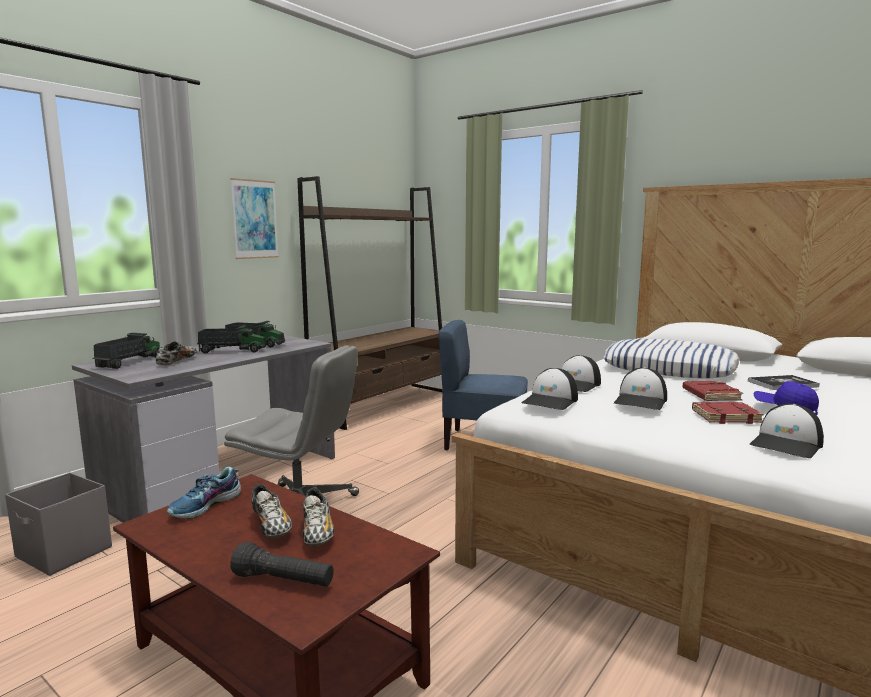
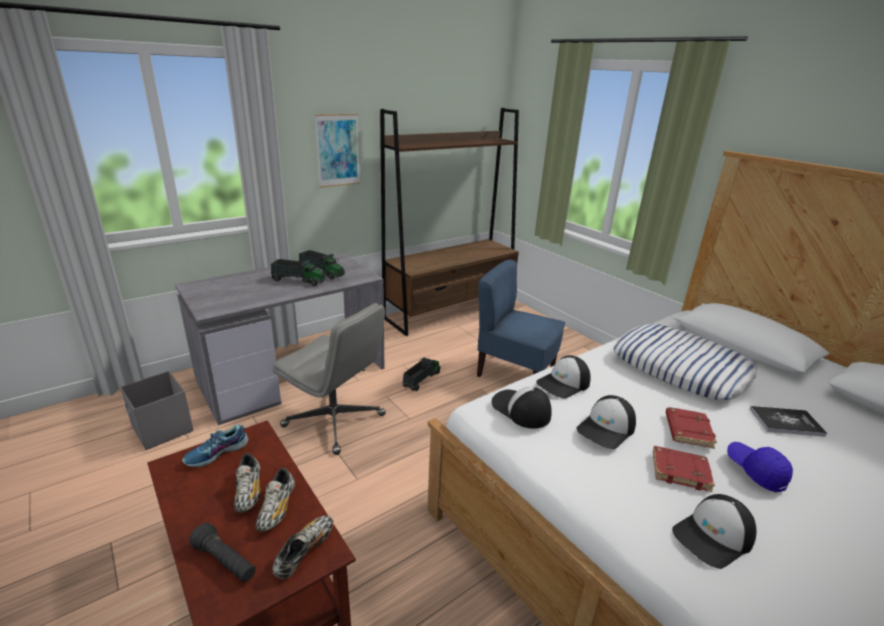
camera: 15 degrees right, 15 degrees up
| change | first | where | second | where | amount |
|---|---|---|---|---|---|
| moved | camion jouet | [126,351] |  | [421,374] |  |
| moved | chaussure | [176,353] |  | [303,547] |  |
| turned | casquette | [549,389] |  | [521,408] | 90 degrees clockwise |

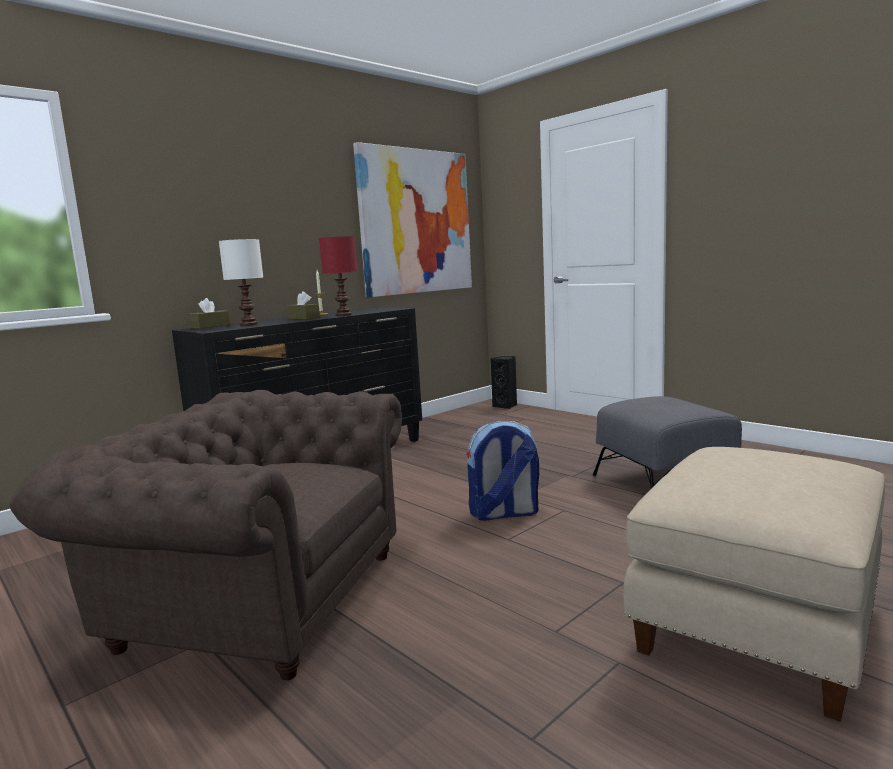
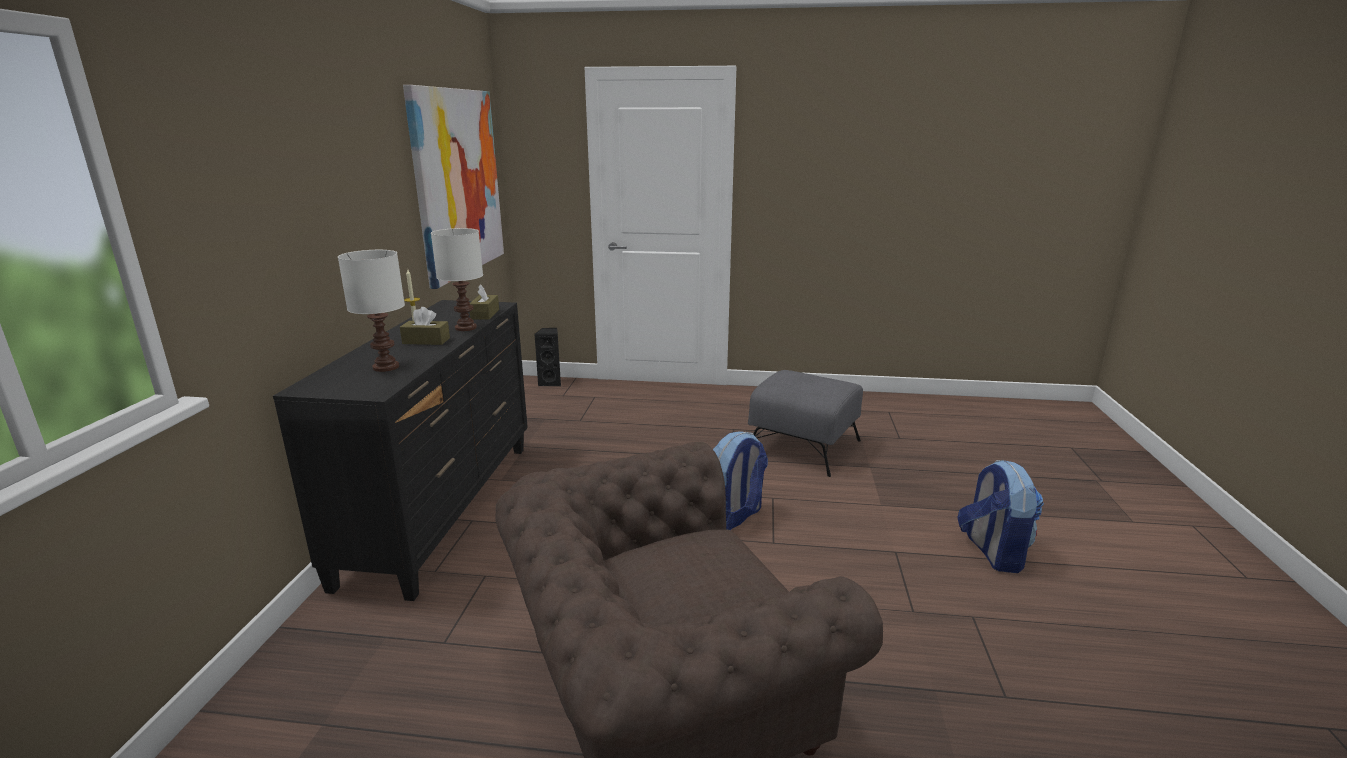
camera: 40 degrees left, 10 degrees up
| change | first | where | second | where | amount |
|---|---|---|---|---|---|
| moved | boîte à mouchoirs (marron) | [209,313] |  | [484,302] |  |
| replaced | pouf (beige) | [754,584] | sac à dos | [1000,516] |  |
| recoloured | lampe de table (rouge) | [338,276] | lampe de table (blanc) | [457,279] |  |

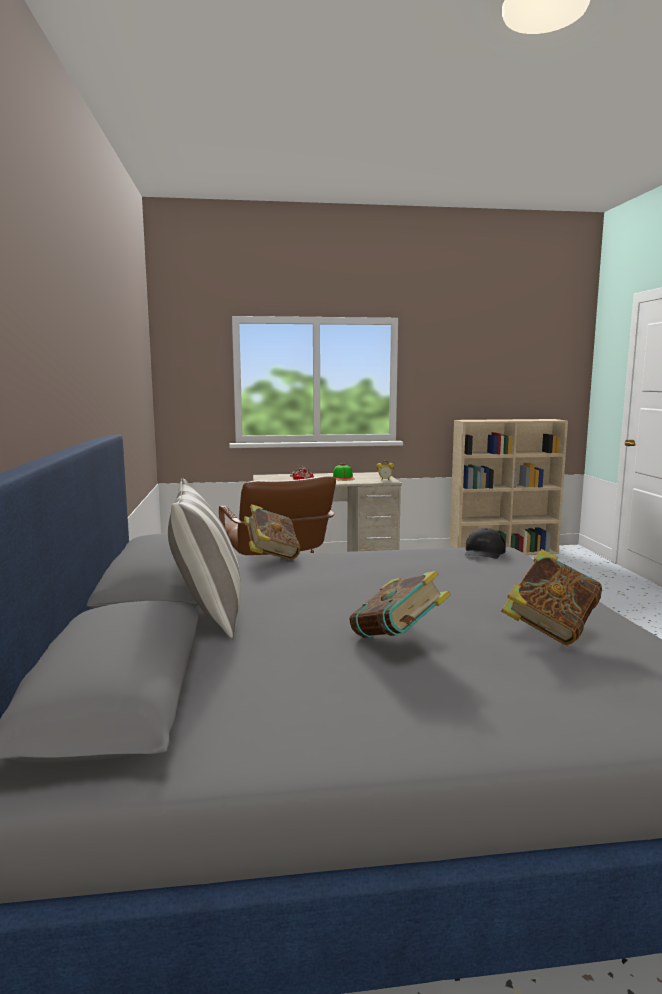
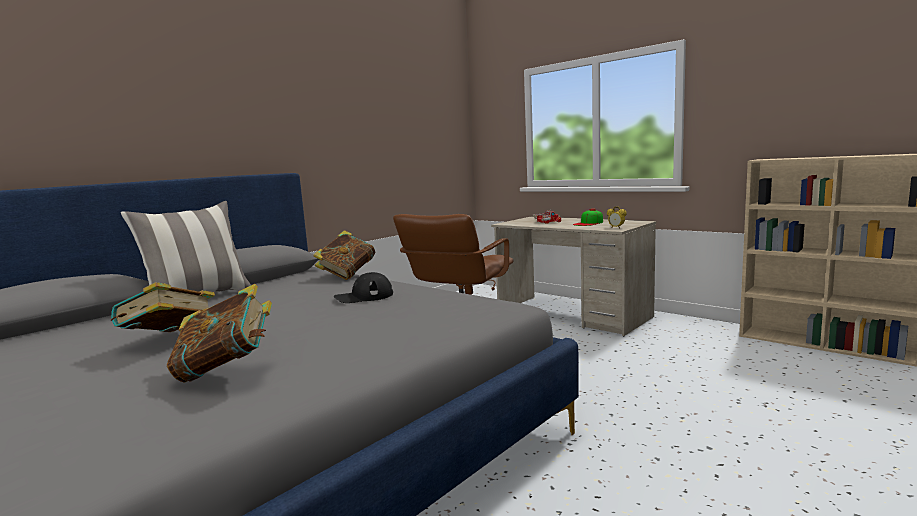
camera: 50 degrees right, 0 degrees up
| change | first | where | second | where | amount |
|---|---|---|---|---|---|
| moved | casquette (noir) | [485,543] |  | [363,287] |  |

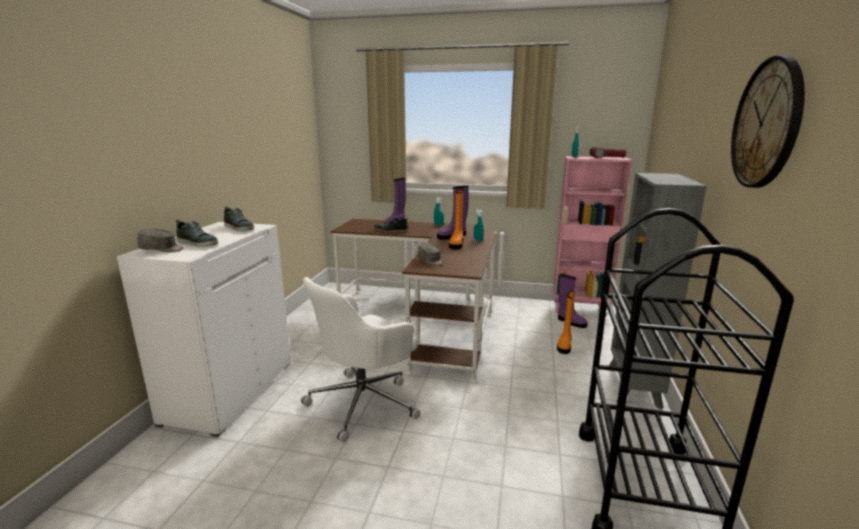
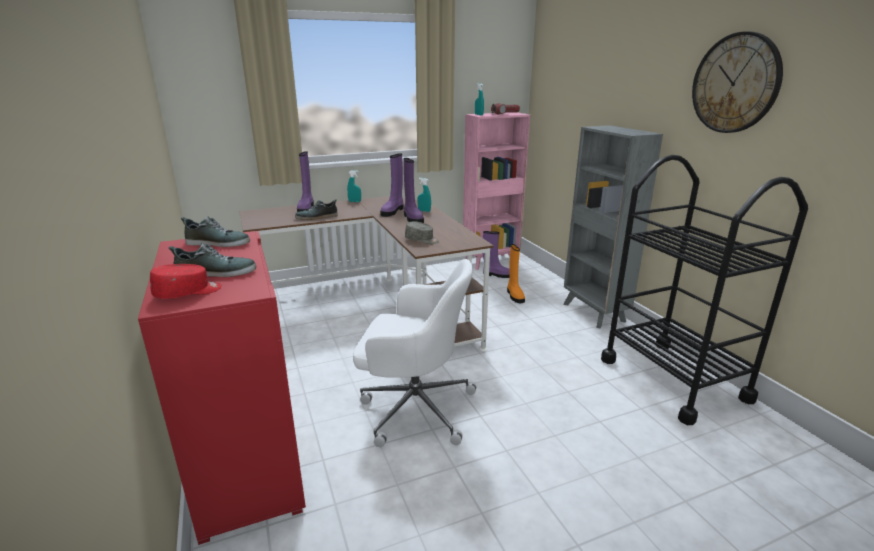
camera: 35 degrees left, 5 degrees up
| change | first | where | second | where | amount |
|---|---|---|---|---|---|
| recoloured | meuble de rangement (blanc) | [204,329] | meuble de rangement (rouge) | [222,388] |  |
| recoloured | casquette (gris) | [161,240] | casquette (rouge) | [186,281] |  |
| recoloured | botte (orange) | [456,219] | botte (violet) | [414,190] |  |
| turned | chaise de bureau (blanc) | [361,359] |  | [414,353] | 90 degrees counterclockwise |

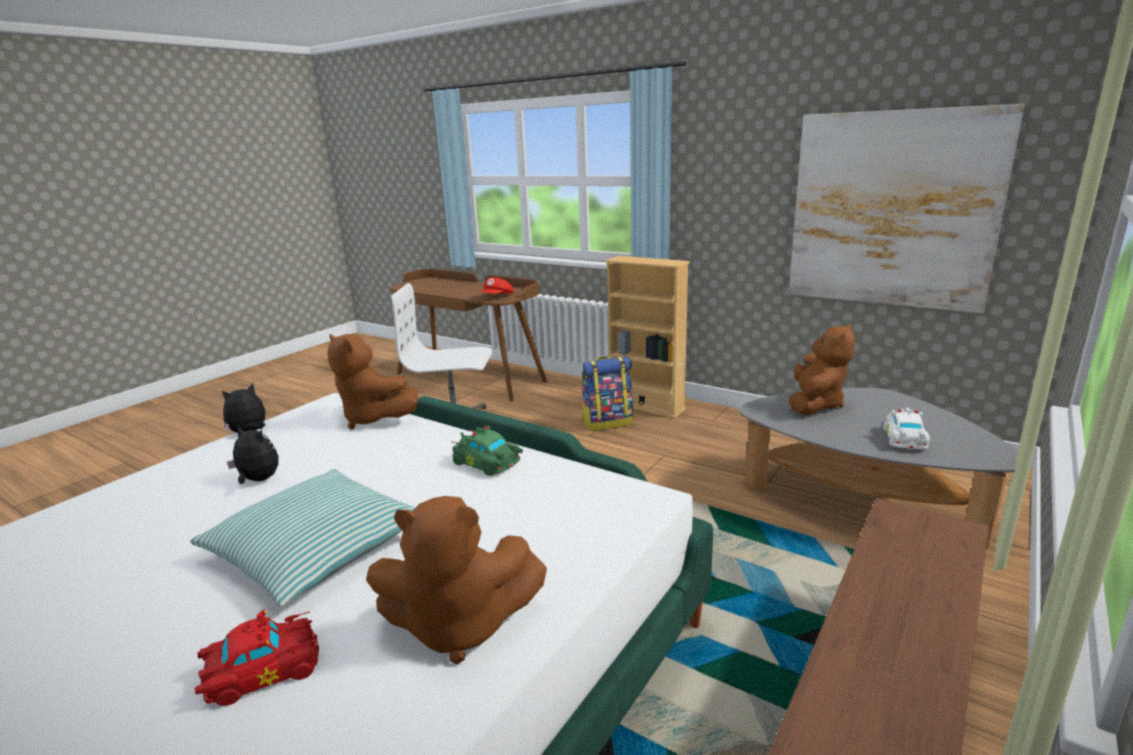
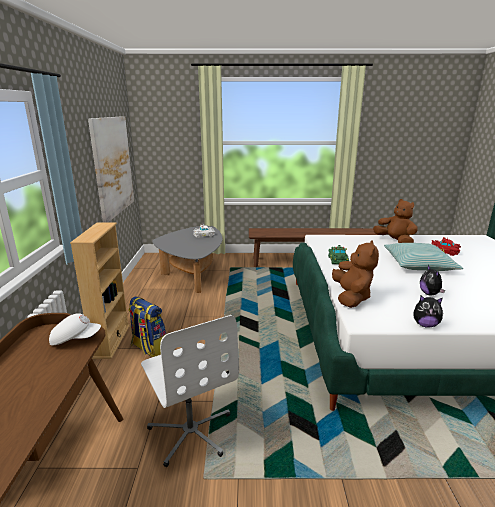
camera: 125 degrees left, 0 degrees up
| change | first | where | second | where | amount |
|---|---|---|---|---|---|
| removed | peluche (marron) | [821,369] |  |  |  |
| recoloured | casquette (rouge) | [497,285] | casquette (blanc) | [75,329] |  |

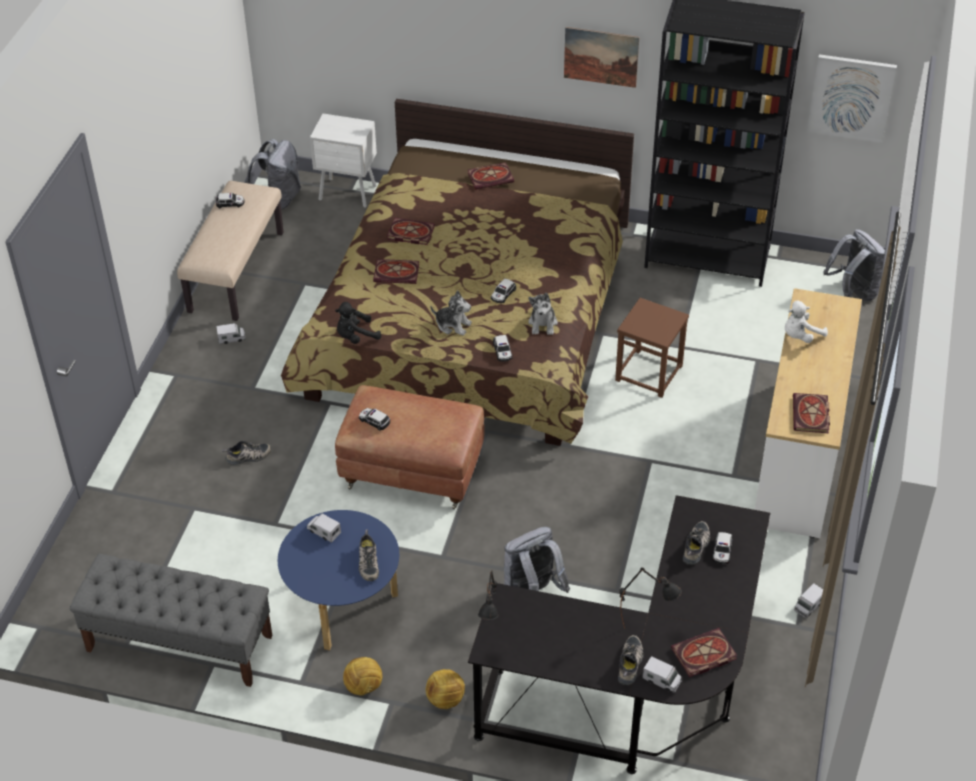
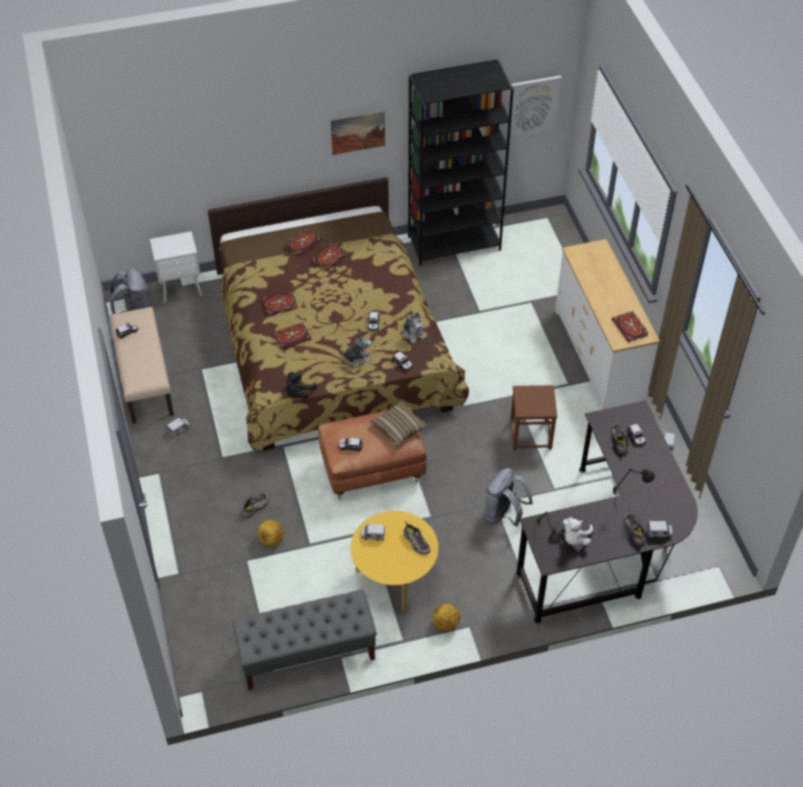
camera: 30 degrees left, 5 degrees up
| change | first | where | second | where | amount |
|---|---|---|---|---|---|
| removed | sac à dos (gris) | [854,265] |  |  |  |
| added |  |  | coussin | [398,423] |  |
| moved | ballon de foot | [445,689] |  | [270,533] |  |
| moved | tabouret (marron) | [652,348] |  | [533,417] |  |
| moved | livre | [704,652] |  | [329,256] |  |
| moved | peluche (blanc) | [806,322] |  | [578,531] |  |
| recoloured | table basse (bleu) | [338,580] | table basse (jaune) | [394,561] |  |

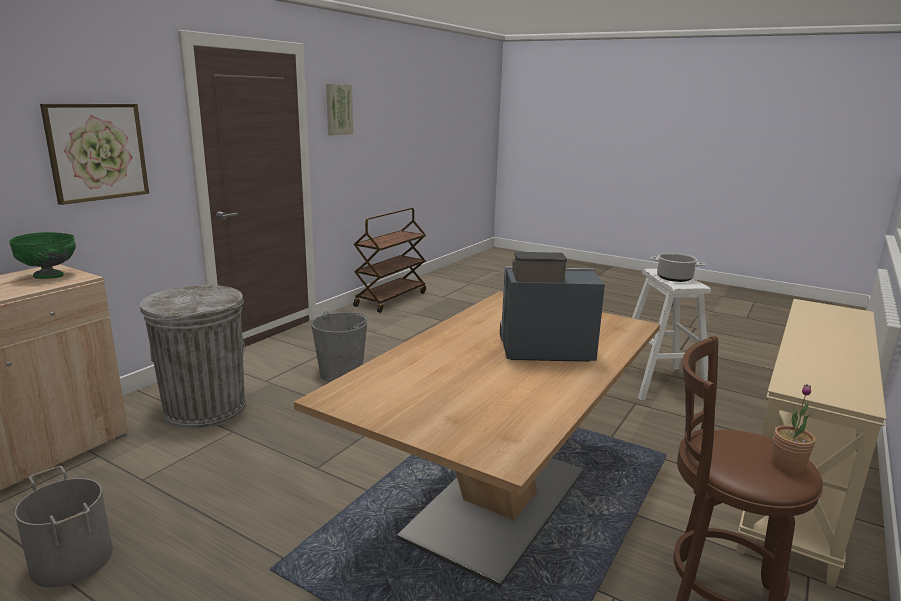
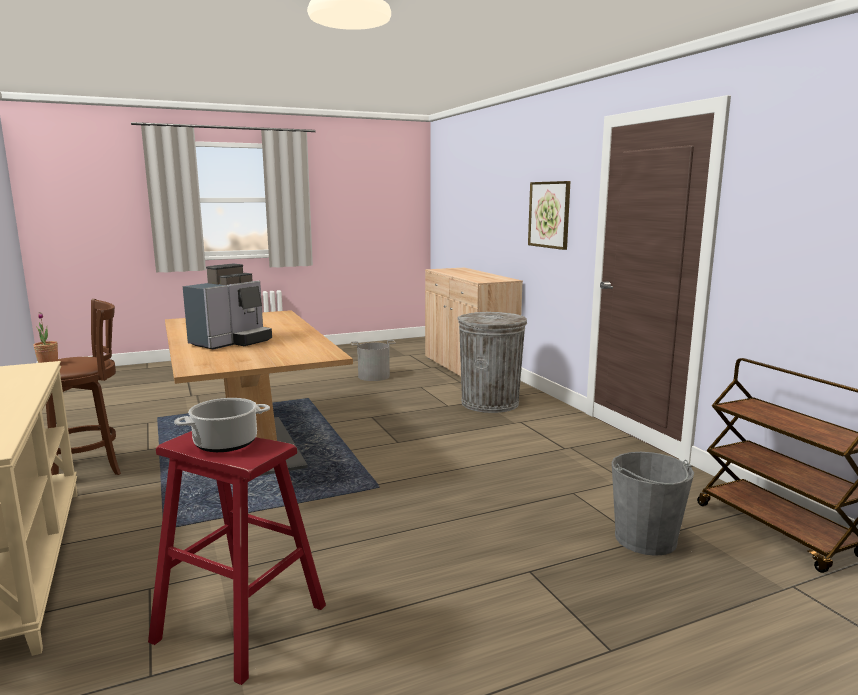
camera: 125 degrees right, 5 degrees down
| change | first | where | second | where | amount |
|---|---|---|---|---|---|
| removed | bol (vert) | [42,255] |  |  |  |
| removed | tableau | [339,109] |  |  |  |
| moved | seau (gris) | [339,346] |  | [653,504] |  |
| recoloured | tabouret (blanc) | [671,334] | tabouret (rouge) | [237,558] |  |

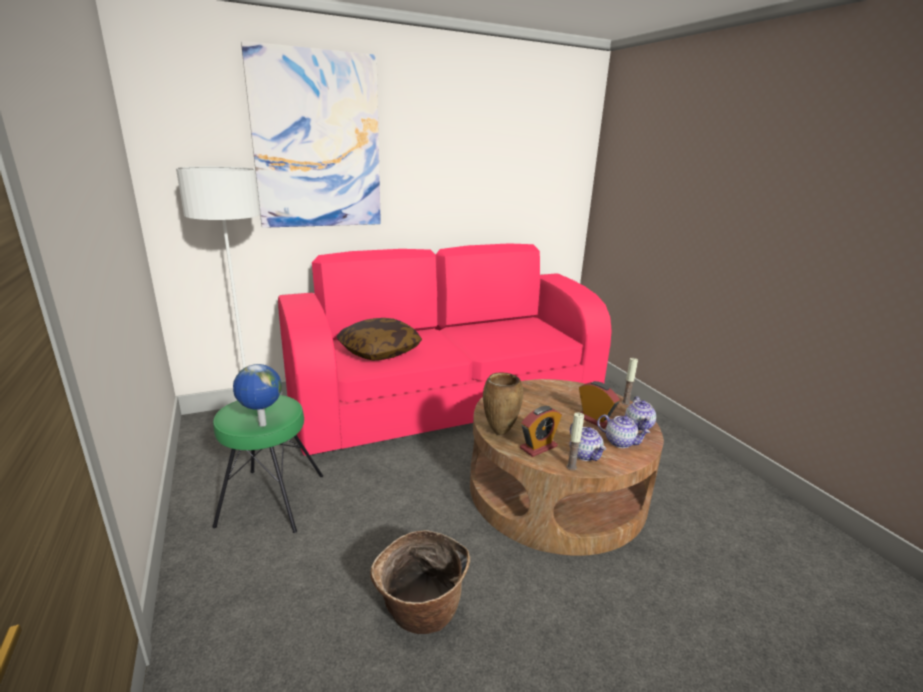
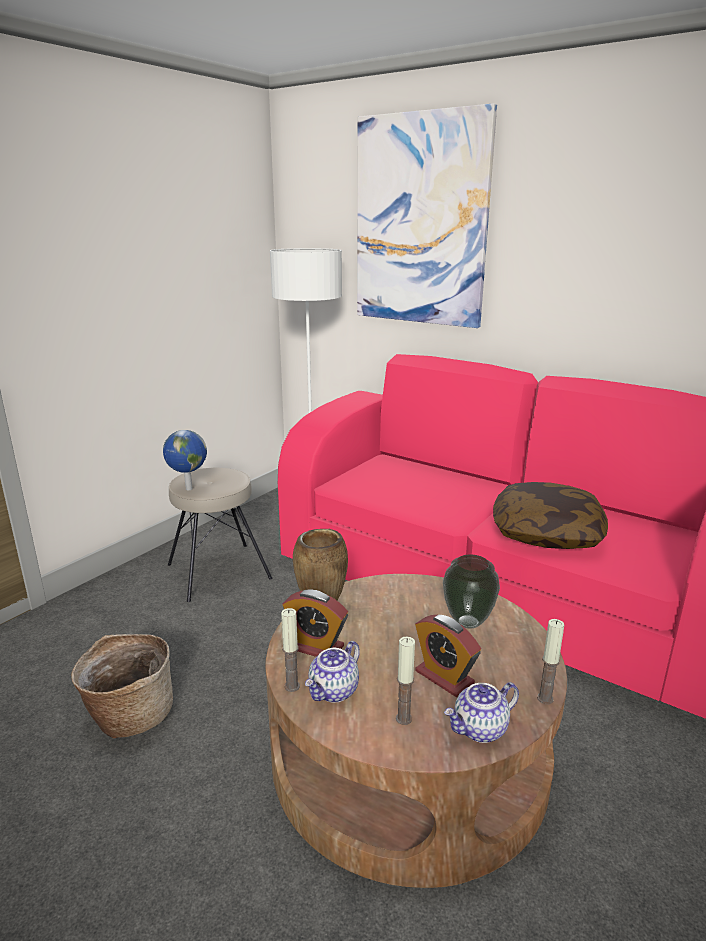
camera: 60 degrees right, 0 degrees up
| change | first | where | second | where | amount |
|---|---|---|---|---|---|
| added |  |  | vase | [471,591] |  |
| moved | coussin | [379,339] |  | [550,515] |  |
| replaced | théière | [623,431] | bougie | [405,680] |  |
| recoloured | tabouret (vert) | [267,464] | tabouret (beige) | [220,535] |  |
| turned | réveil | [599,405] |  | [448,656] | 120 degrees clockwise |

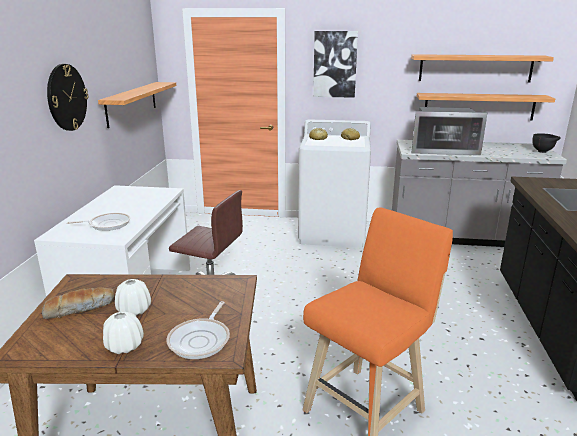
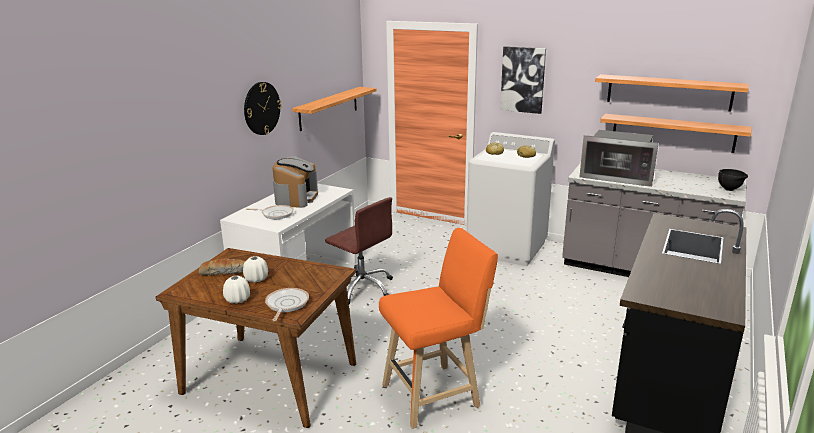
camera: 20 degrees right, 0 degrees up
| change | first | where | second | where | amount |
|---|---|---|---|---|---|
| added |  |  | machine à café | [295,182] |  |
| turned | poêle | [198,330] |  | [287,304] | 150 degrees clockwise |

